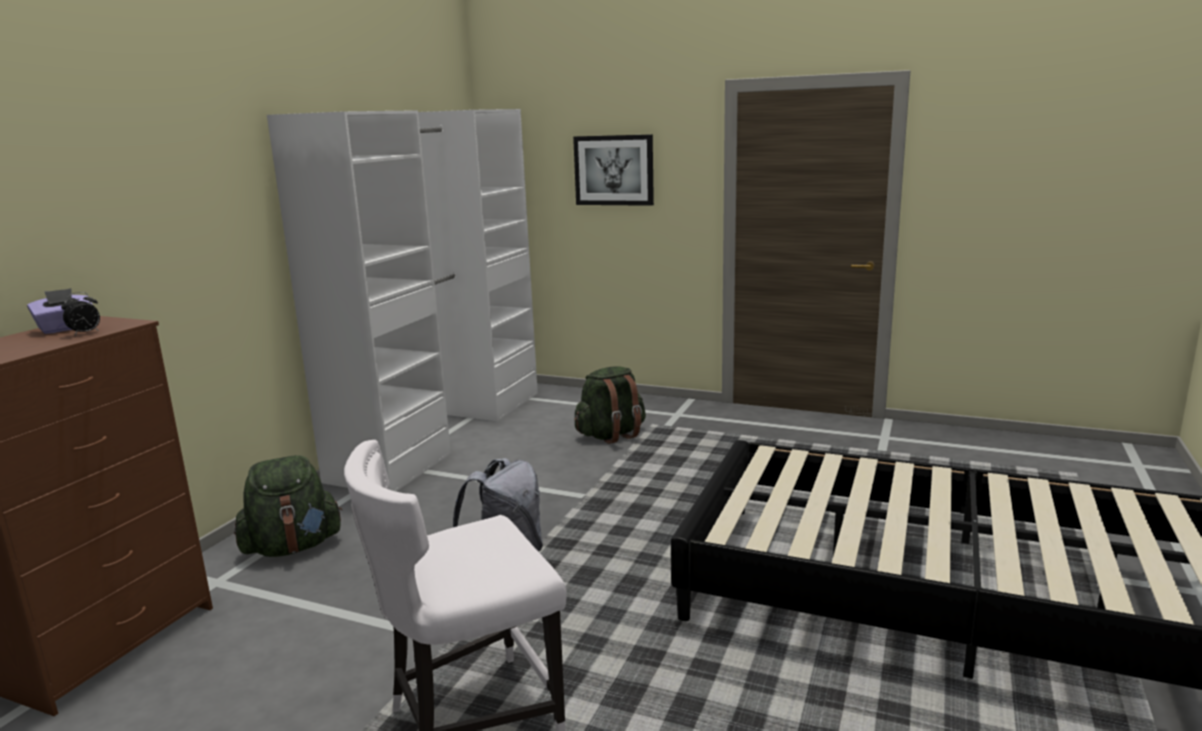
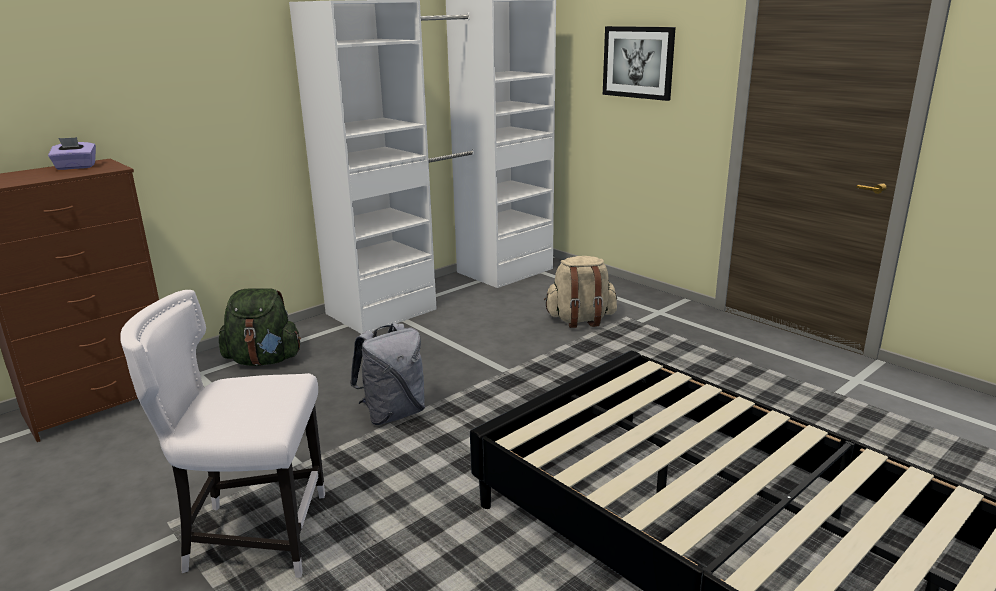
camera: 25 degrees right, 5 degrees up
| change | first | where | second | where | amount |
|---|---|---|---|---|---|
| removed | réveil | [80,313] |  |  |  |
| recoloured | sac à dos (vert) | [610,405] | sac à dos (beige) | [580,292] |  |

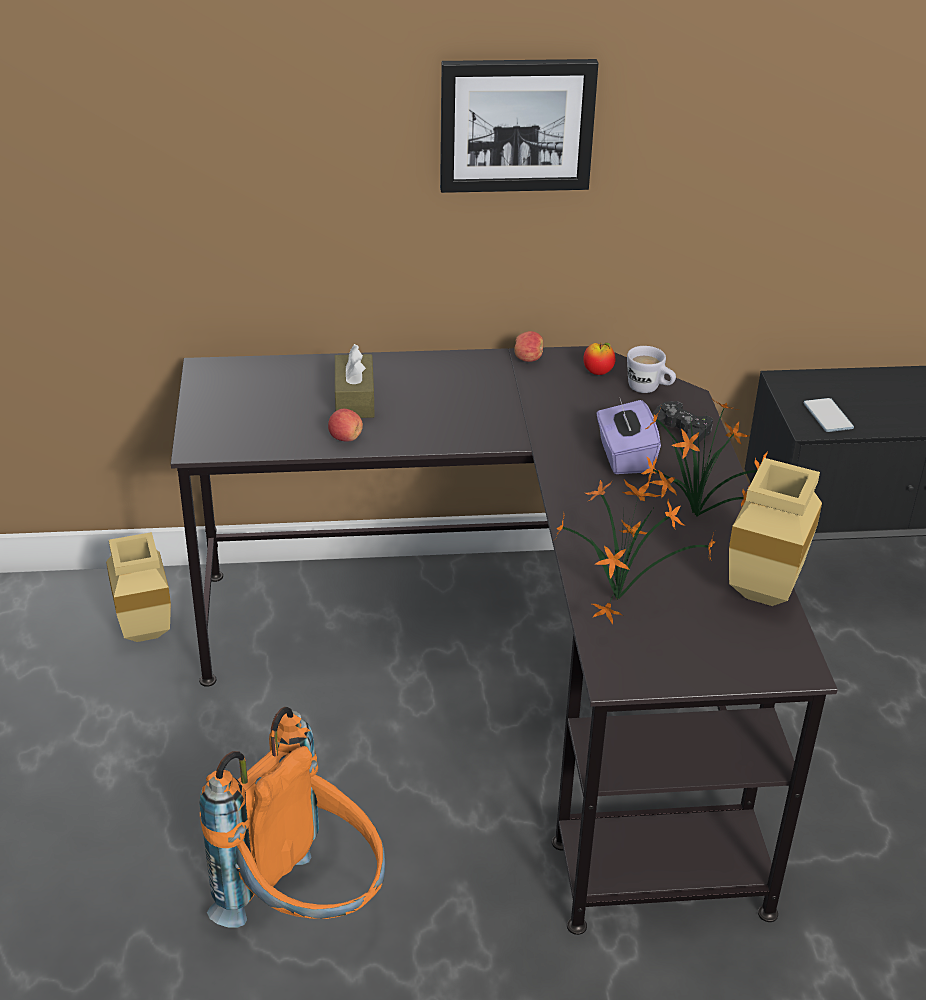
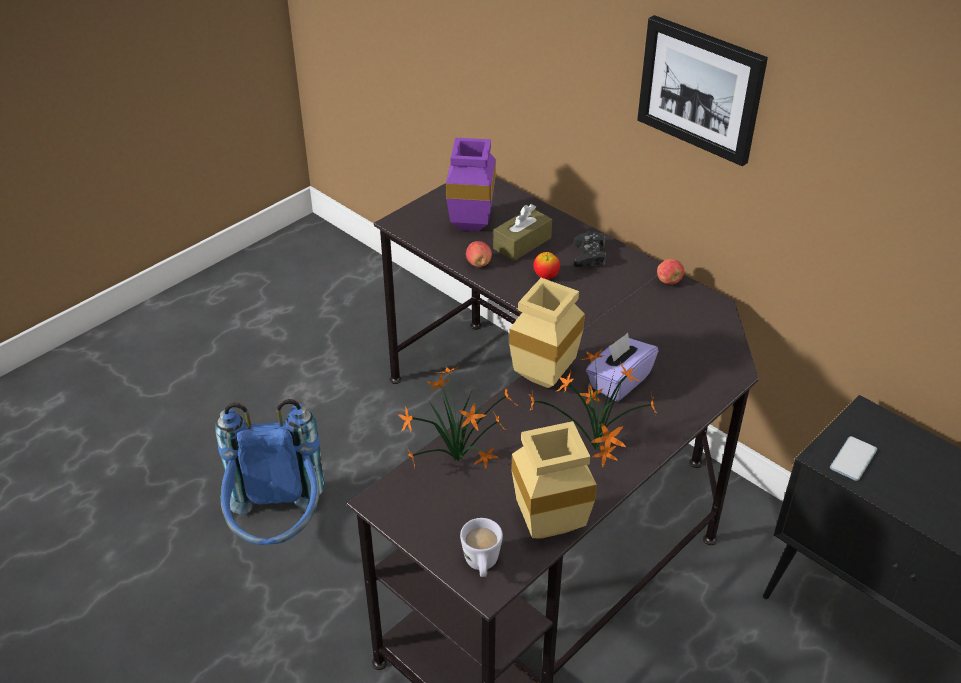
camera: 50 degrees right, 5 degrees up
| change | first | where | second | where | amount |
|---|---|---|---|---|---|
| added |  |  | vase (violet) | [471,184] |  |
| moved | vase (beige) | [138,587] |  | [547,333] |  |
| moved | pomme | [599,358] |  | [547,265] |  |
| moved | mug (blanc) | [651,369] |  | [481,547] |  |
| moved | manette (noir) | [682,425] |  | [590,249] |  |
| recoloured | sac à dos (orange) | [292,817] | sac à dos (bleu) | [270,472] |  |

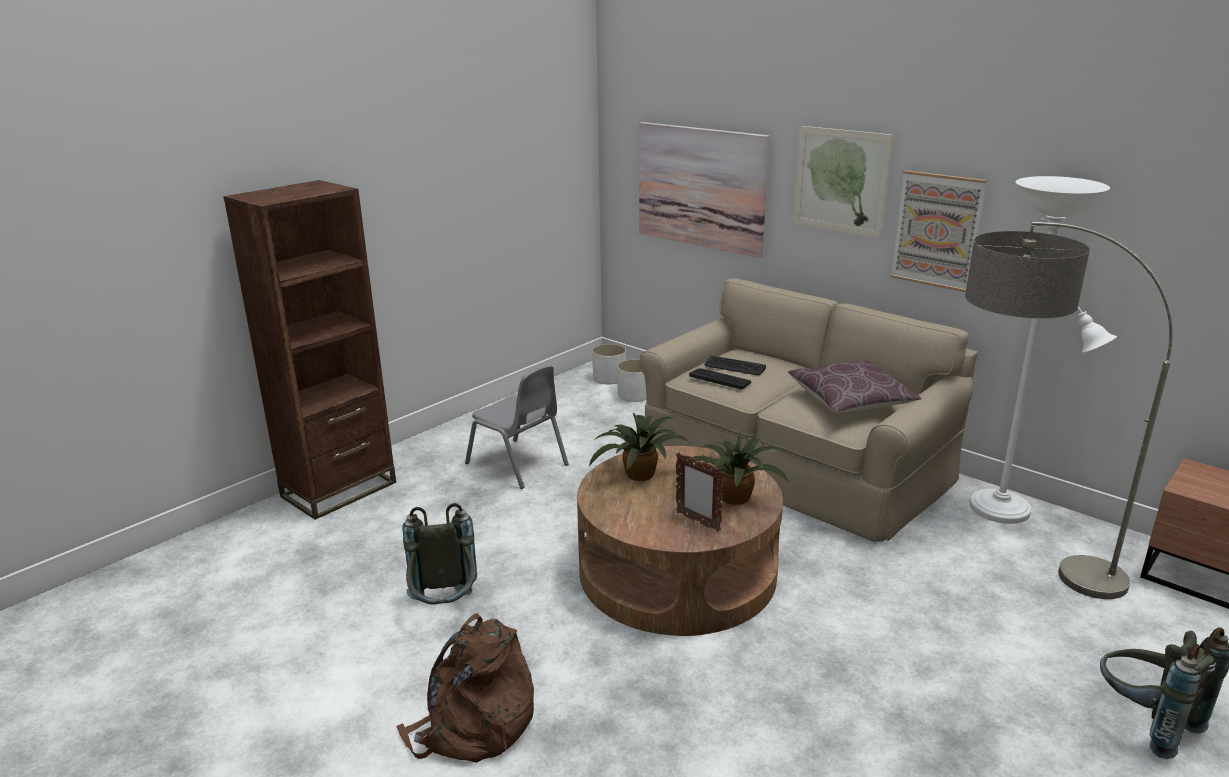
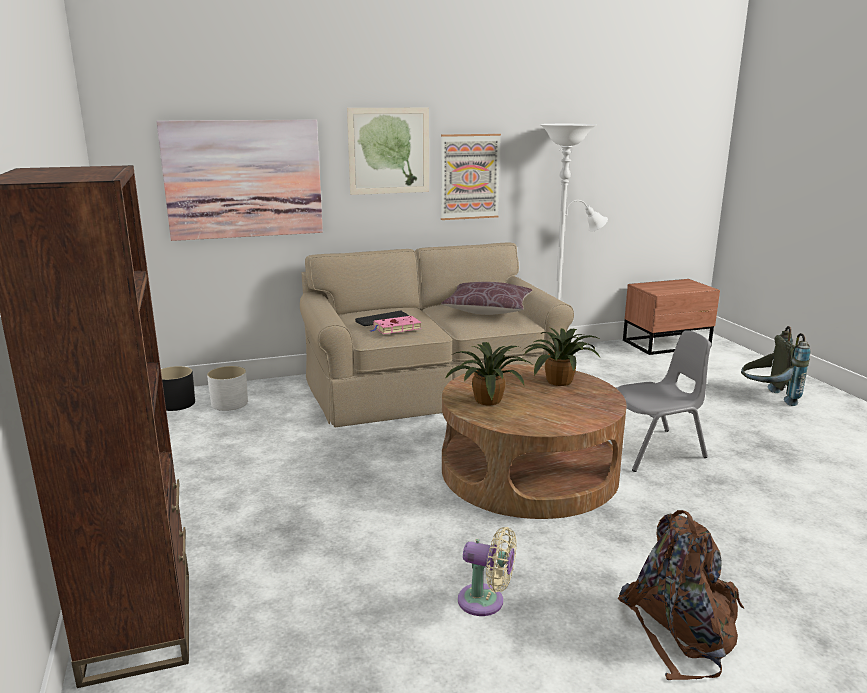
camera: 60 degrees left, 5 degrees down
| change | first | where | second | where | amount |
|---|---|---|---|---|---|
| removed | cadre photo | [700,492] |  |  |  |
| removed | lampadaire | [1069,410] |  |  |  |
| moved | chaise (gris) | [517,427] |  | [663,401] |  |
| replaced | sac à dos (gris) | [439,554] | ventilateur (beige) | [487,571] |  |
| replaced | clavier | [720,379] | livre (rose) | [395,325] |  |
| recoloured | cache-pot (blanc) | [609,364] | cache-pot (noir) | [178,388] |  |

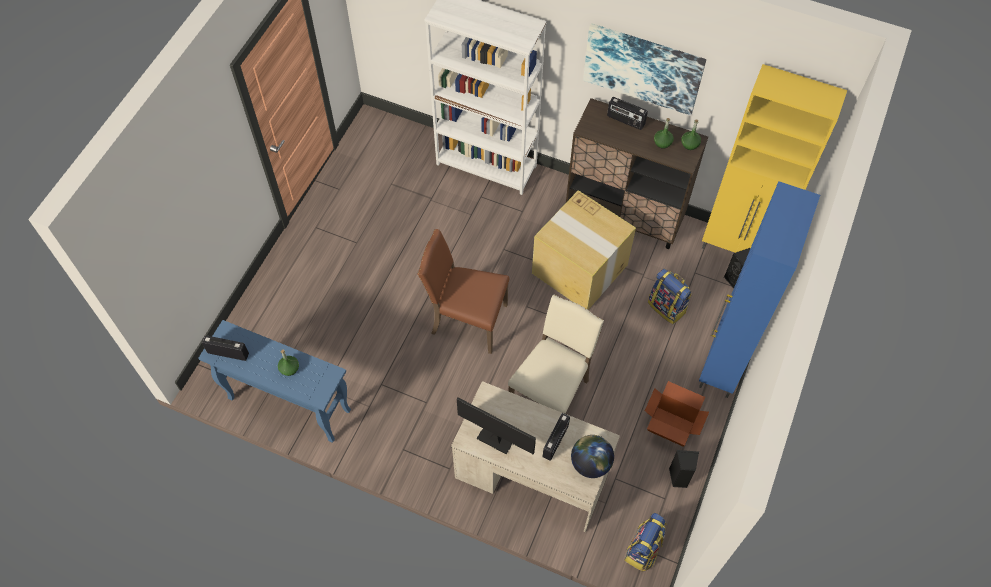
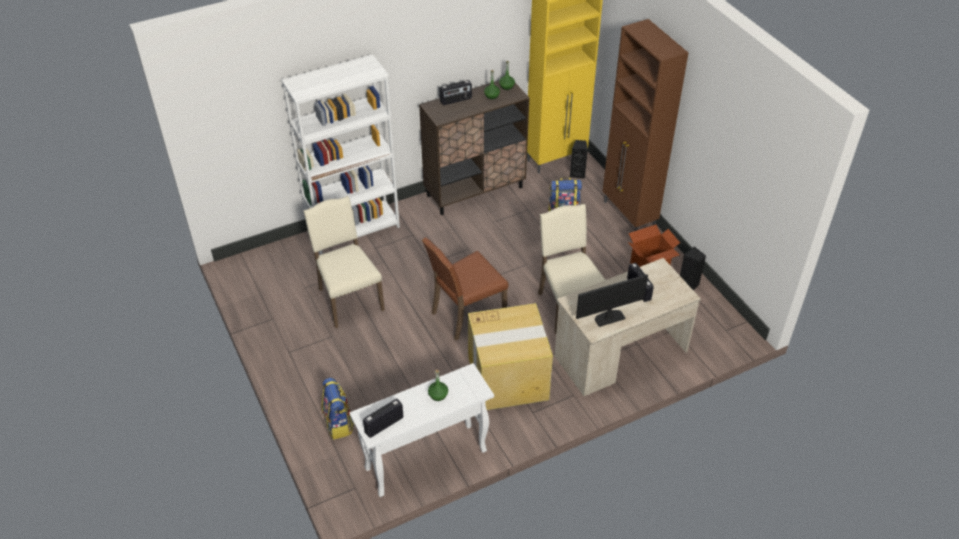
camera: 50 degrees left, 15 degrees down
| change | first | where | second | where | amount |
|---|---|---|---|---|---|
| removed | globe | [592,456] |  |  |  |
| removed | tableau | [644,69] |  |  |  |
| added |  |  | chaise (beige) | [344,262] |  |
| moved | carton | [584,250] |  | [510,356] |  |
| moved | sac à dos | [645,542] |  | [338,409] |  |
| recoloured | table console (bleu) | [274,381] | table console (blanc) | [421,430] |  |
| recoloured | meuble de rangement (bleu) | [759,289] | meuble de rangement (marron) | [645,125] |  |

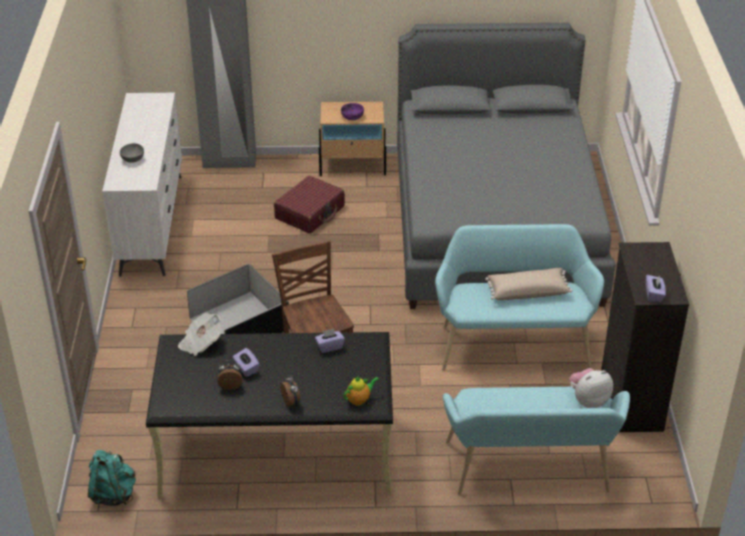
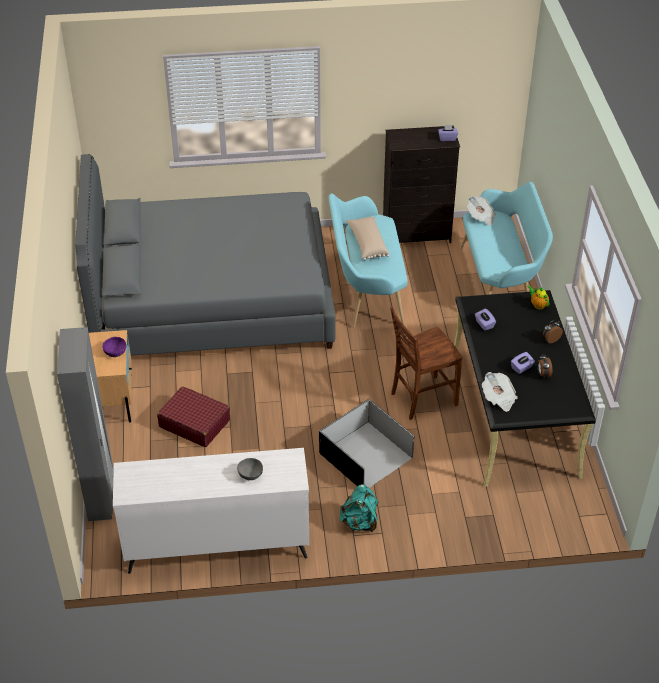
camera: 95 degrees left, 5 degrees up
| change | first | where | second | where | amount |
|---|---|---|---|---|---|
| moved | sac à dos (turquoise) | [112,478] |  | [359,508] |  |
| replaced | peluche | [591,388] | journal | [481,211] |  |

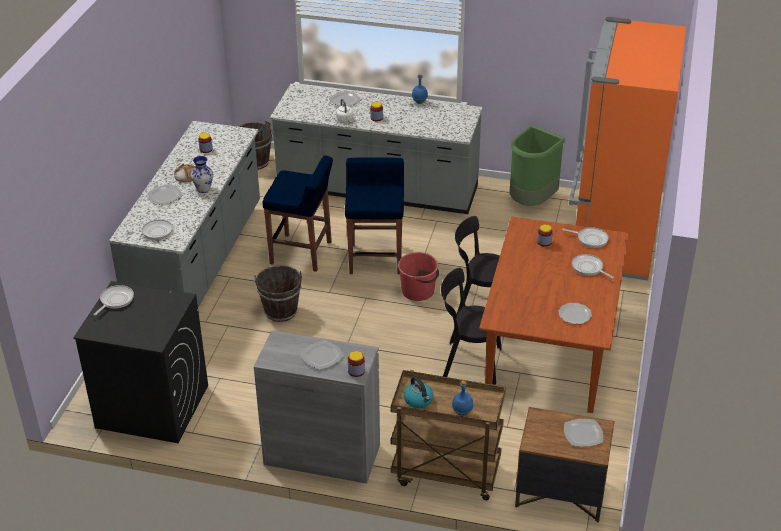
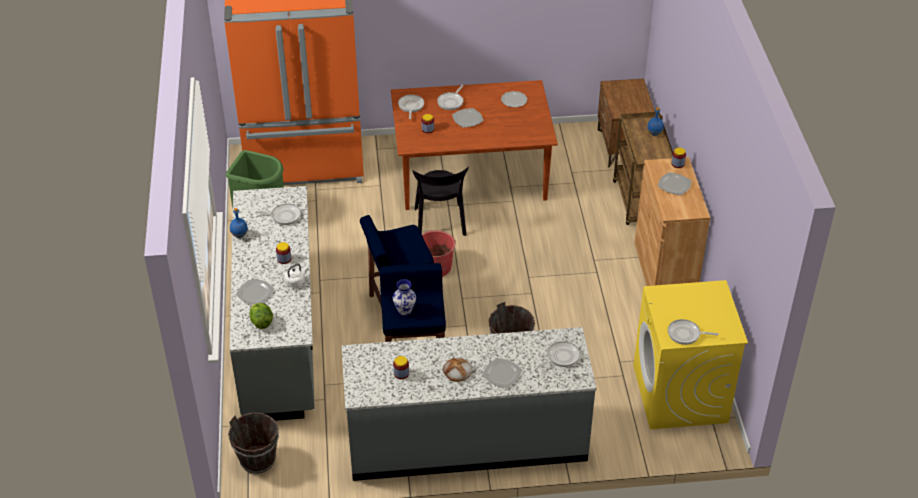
camera: 110 degrees left, 5 degrees up
| change | first | where | second | where | amount |
|---|---|---|---|---|---|
| removed | bouilloire | [418,392] |  |  |  |
| removed | chaise (noir) | [471,326] |  |  |  |
| added |  |  | laitue | [261,316] |  |
| added |  |  | poêle | [278,214] |  |
| moved | vase | [202,174] |  | [404,297] |  |
| moved | assiette | [583,433] |  | [467,118] |  |
| recoloured | lave-linge (noir) | [140,362] | lave-linge (jaune) | [690,354] |  |
| recoloured | meuble de rangement (gris) | [317,407] | meuble de rangement (marron) | [672,221] |  |

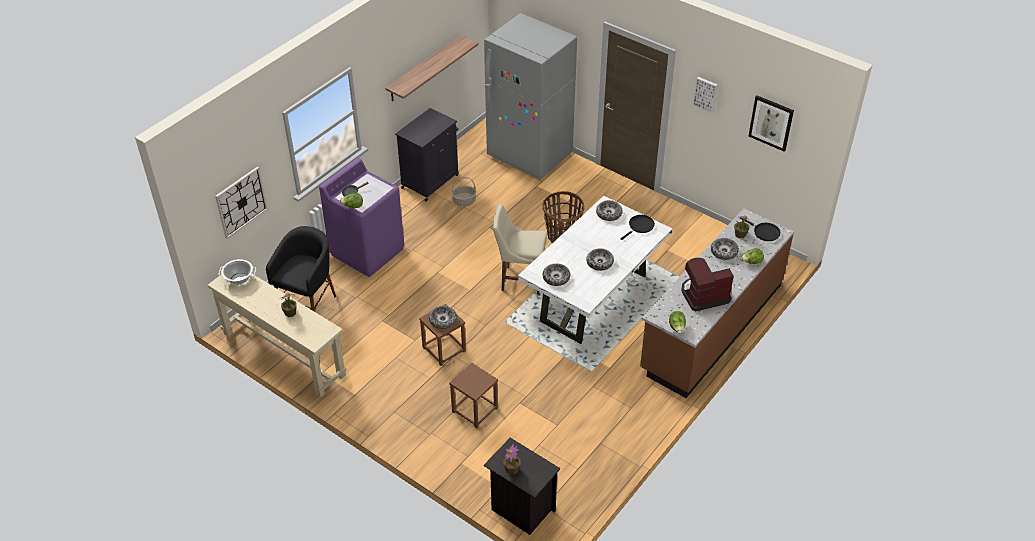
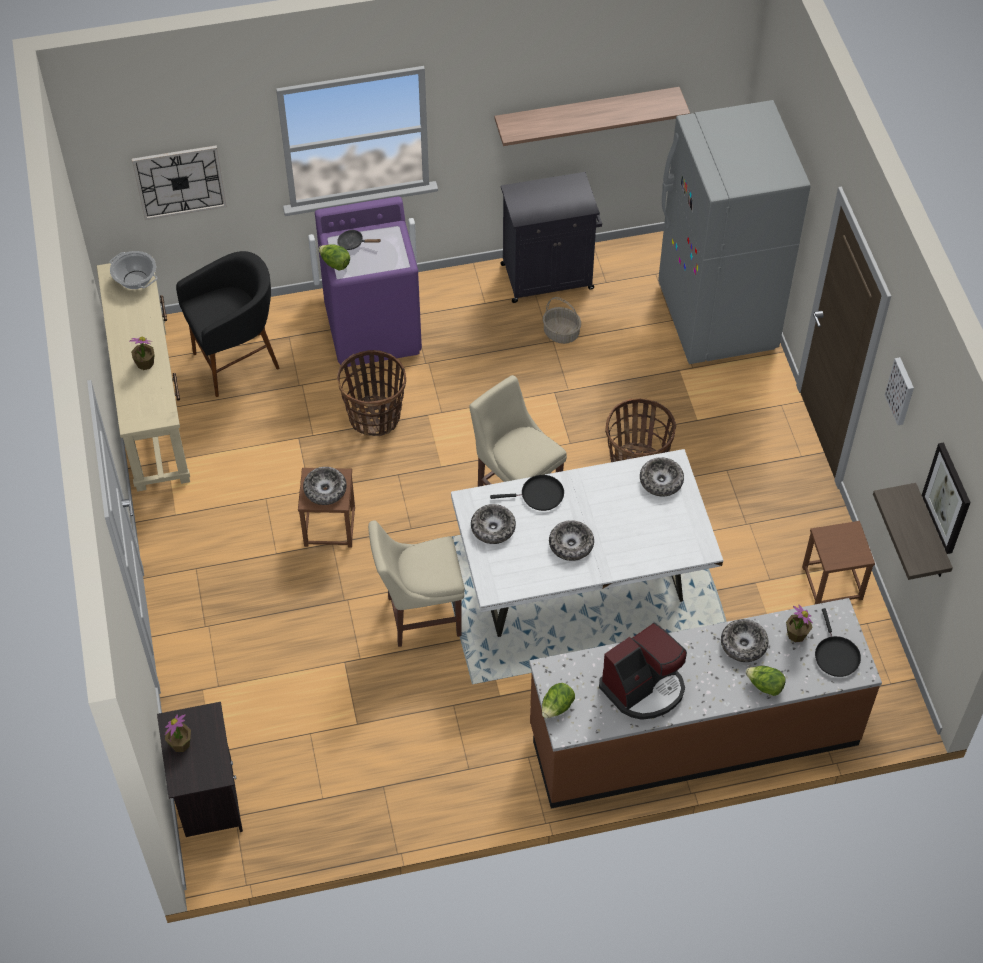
camera: 40 degrees right, 10 degrees up
| change | first | where | second | where | amount |
|---|---|---|---|---|---|
| added |  |  | panier | [371,393] |  |
| added |  |  | chaise (beige) | [416,583] |  |
| added |  |  | étagère | [913,531] |  |
| moved | tabouret (marron) | [473,395] |  | [838,562] |  |
| moved | poêle (noir) | [637,227] |  | [527,493] |  |
| turned | machine à café | [707,284] |  | [643,671] | 120 degrees clockwise |

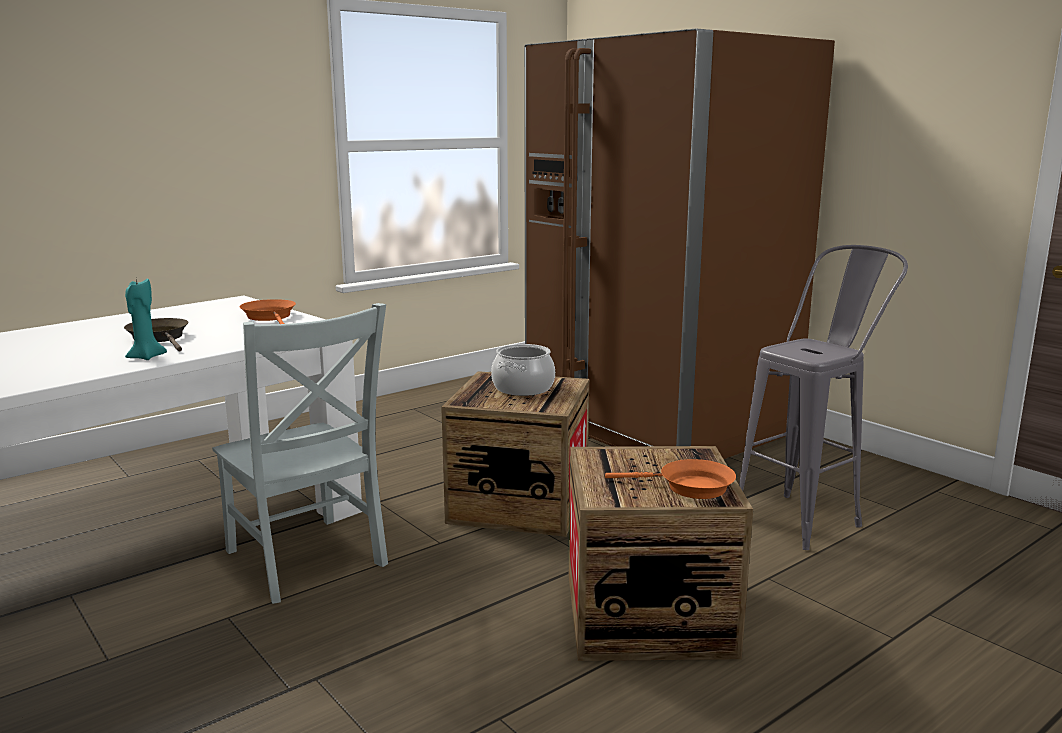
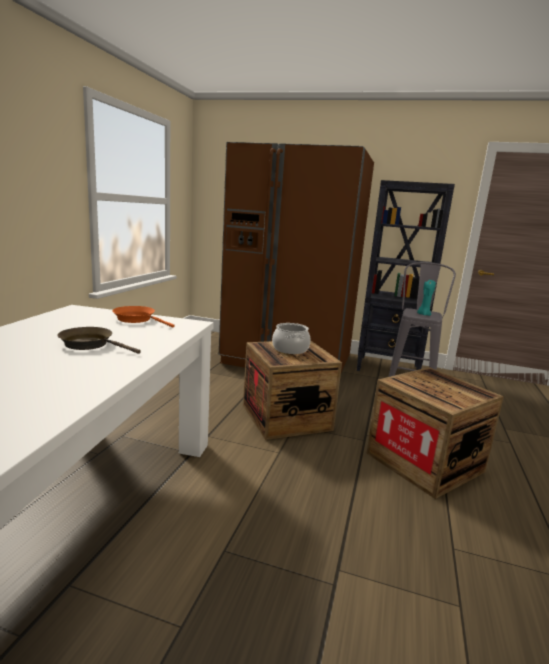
camera: 35 degrees left, 0 degrees up
| change | first | where | second | where | amount |
|---|---|---|---|---|---|
| removed | chaise (gris) | [300,453] |  |  |  |
| removed | poêle (orange) | [670,479] |  |  |  |
| added |  |  | bibliothèque (noir) | [406,275] |  |
| moved | bougie (turquoise) | [146,319] |  | [426,298] |  |

